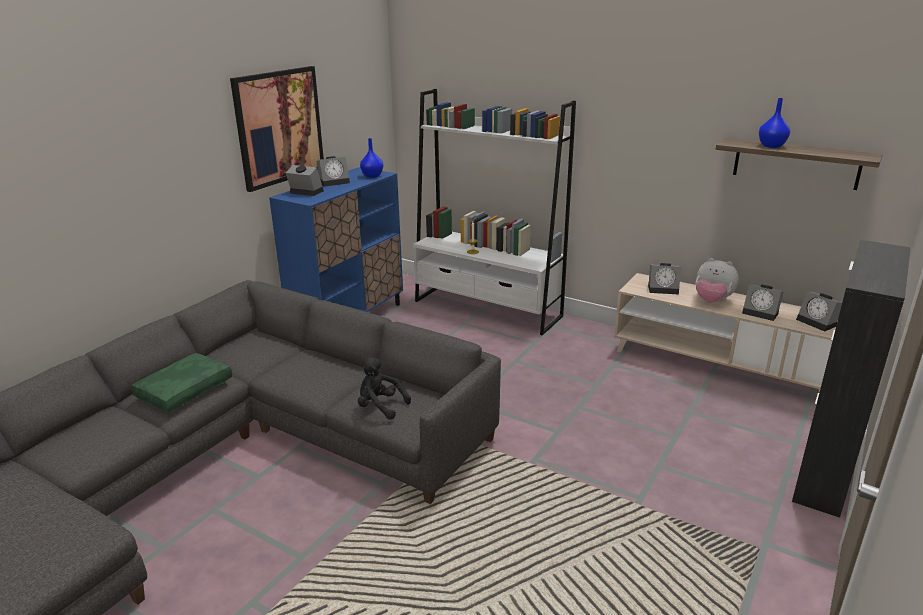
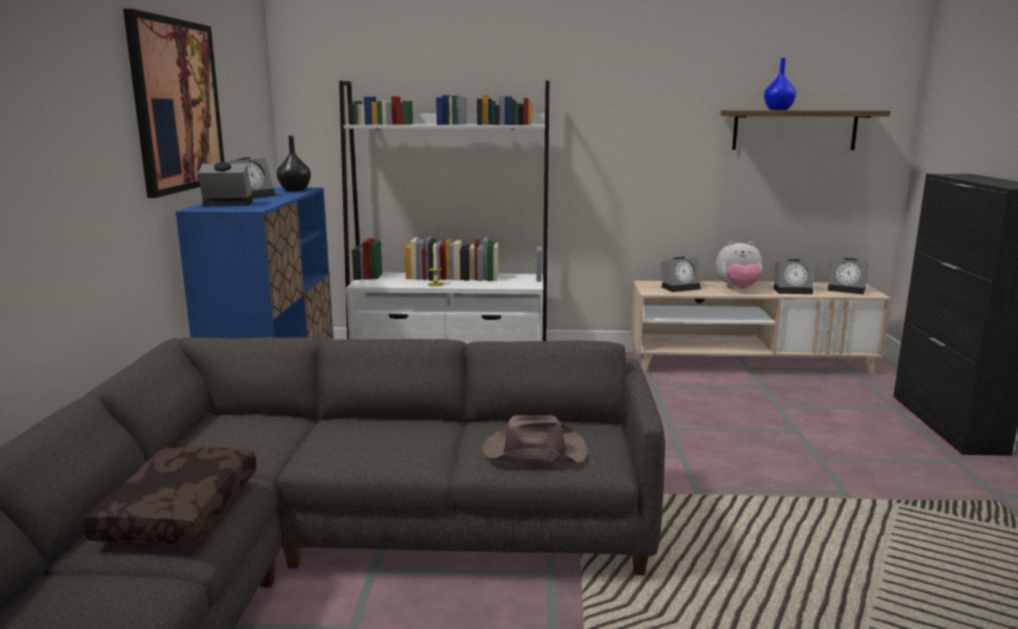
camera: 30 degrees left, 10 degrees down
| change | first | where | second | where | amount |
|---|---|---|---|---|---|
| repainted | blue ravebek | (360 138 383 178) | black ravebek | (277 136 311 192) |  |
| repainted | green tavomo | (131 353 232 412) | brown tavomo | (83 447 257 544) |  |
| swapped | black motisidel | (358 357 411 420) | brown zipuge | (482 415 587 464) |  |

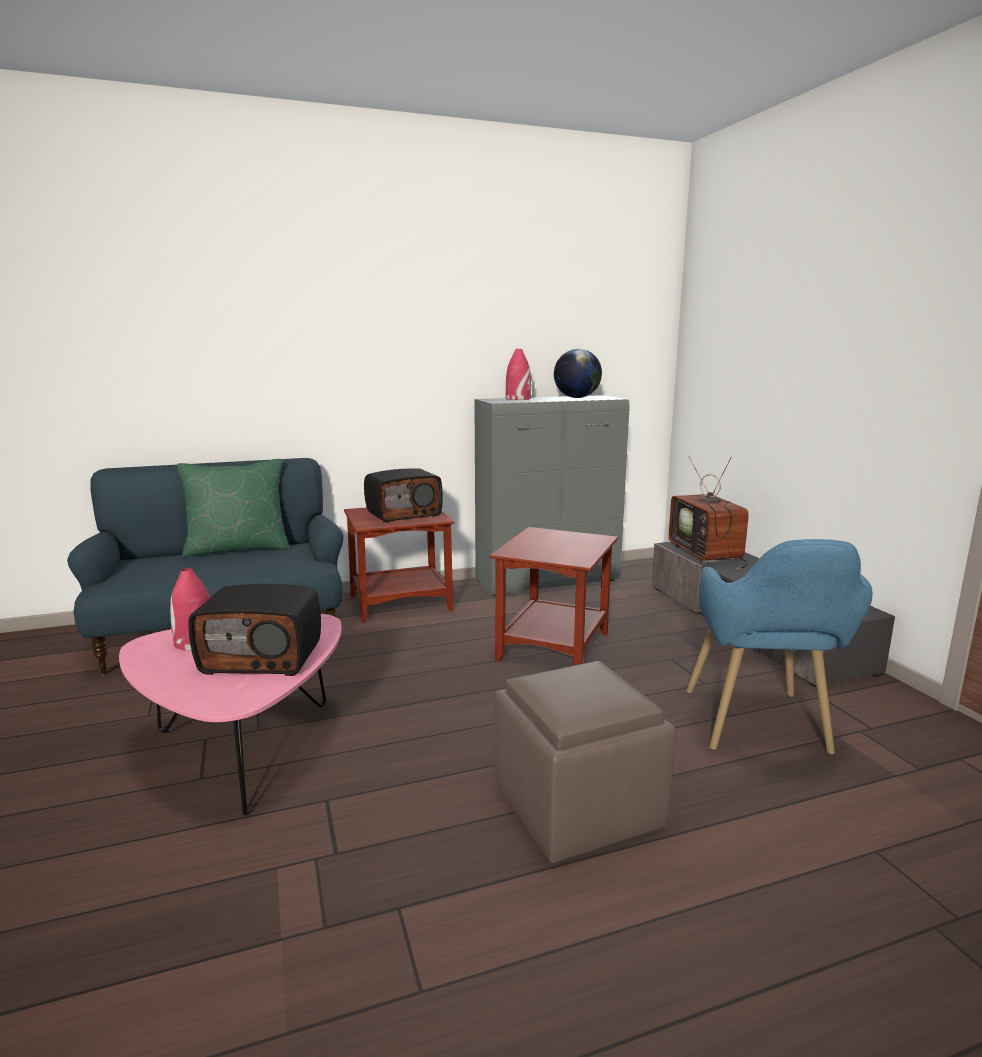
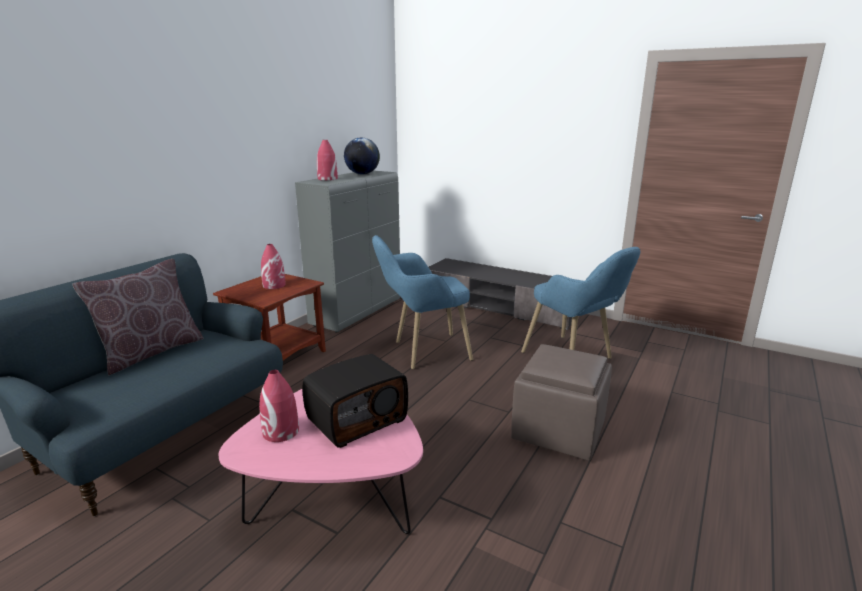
camera: 40 degrees left, 5 degrees up
| change | first | where | second | where | amount |
|---|---|---|---|---|---|
| gone | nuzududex | (669 456 749 570) |  |  |  |
| repainted | green tavomo | (177 459 290 557) | brown tavomo | (72 259 203 375) |  |
| swapped | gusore | (364 468 443 523) | red ravebek | (261 244 286 289) |  |
| swapped | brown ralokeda | (489 527 618 666) | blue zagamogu | (372 235 473 370) |  |

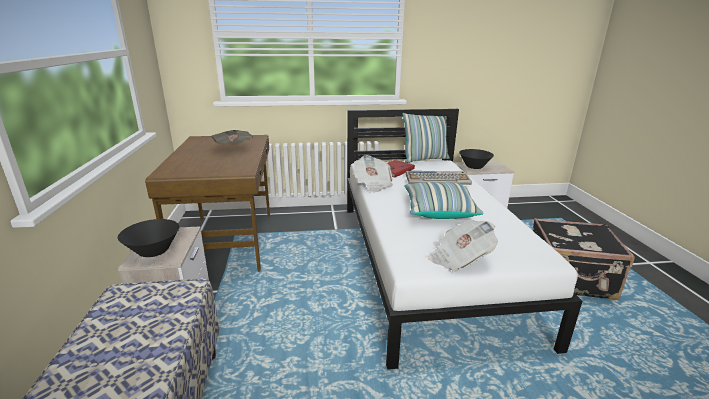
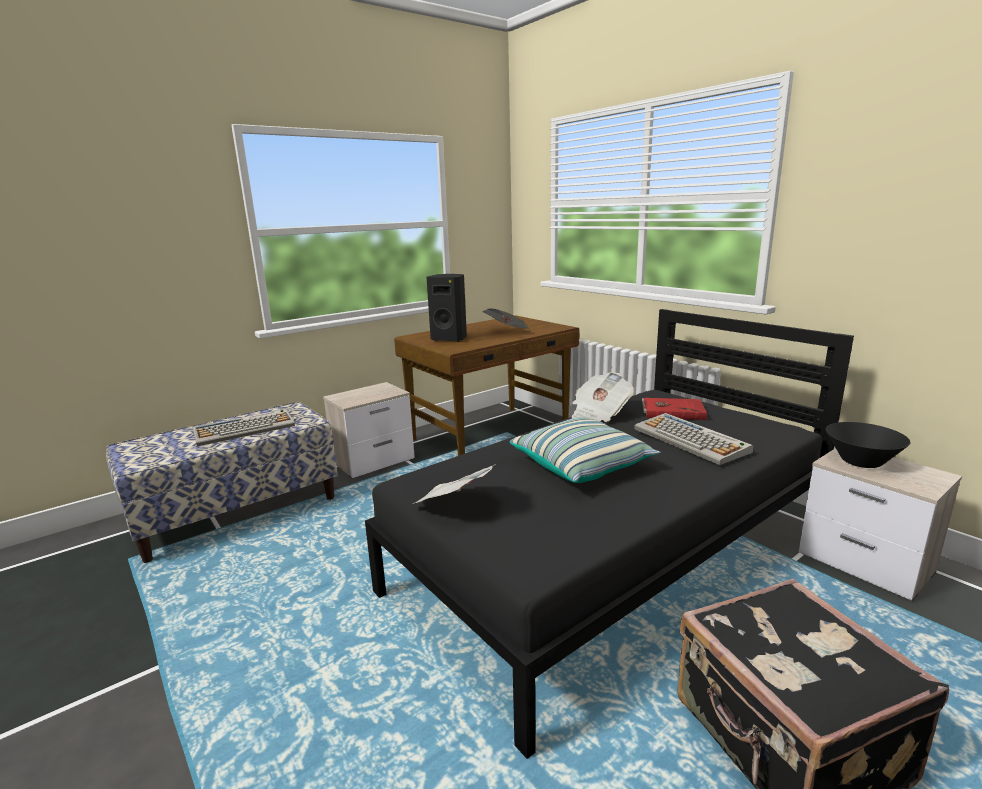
camera: 60 degrees right, 5 degrees down
| change | first | where | second | where | amount |
|---|---|---|---|---|---|
| repainted | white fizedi | (347 109 582 370) | black fizedi | (365 309 854 759) |  |
| gone | tavomo | (402 113 450 163) |  |  |  |
| gone | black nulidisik | (118 219 179 257) |  |  |  |
| new |  |  | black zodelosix | (427 274 467 342) |  |
| new |  |  | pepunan | (192 409 295 446) |  |

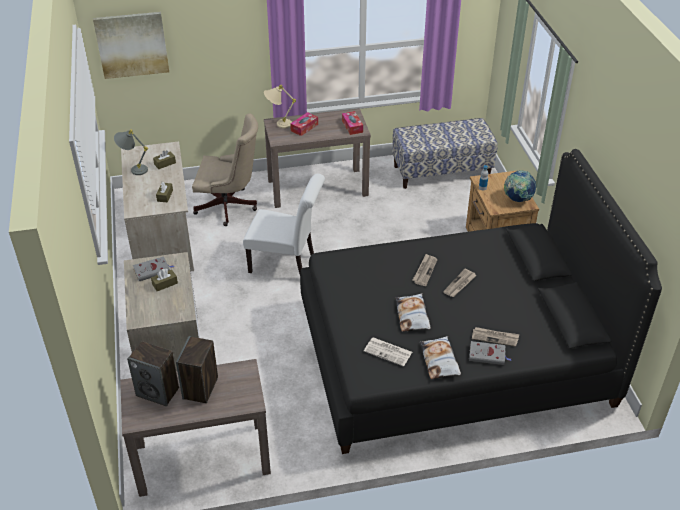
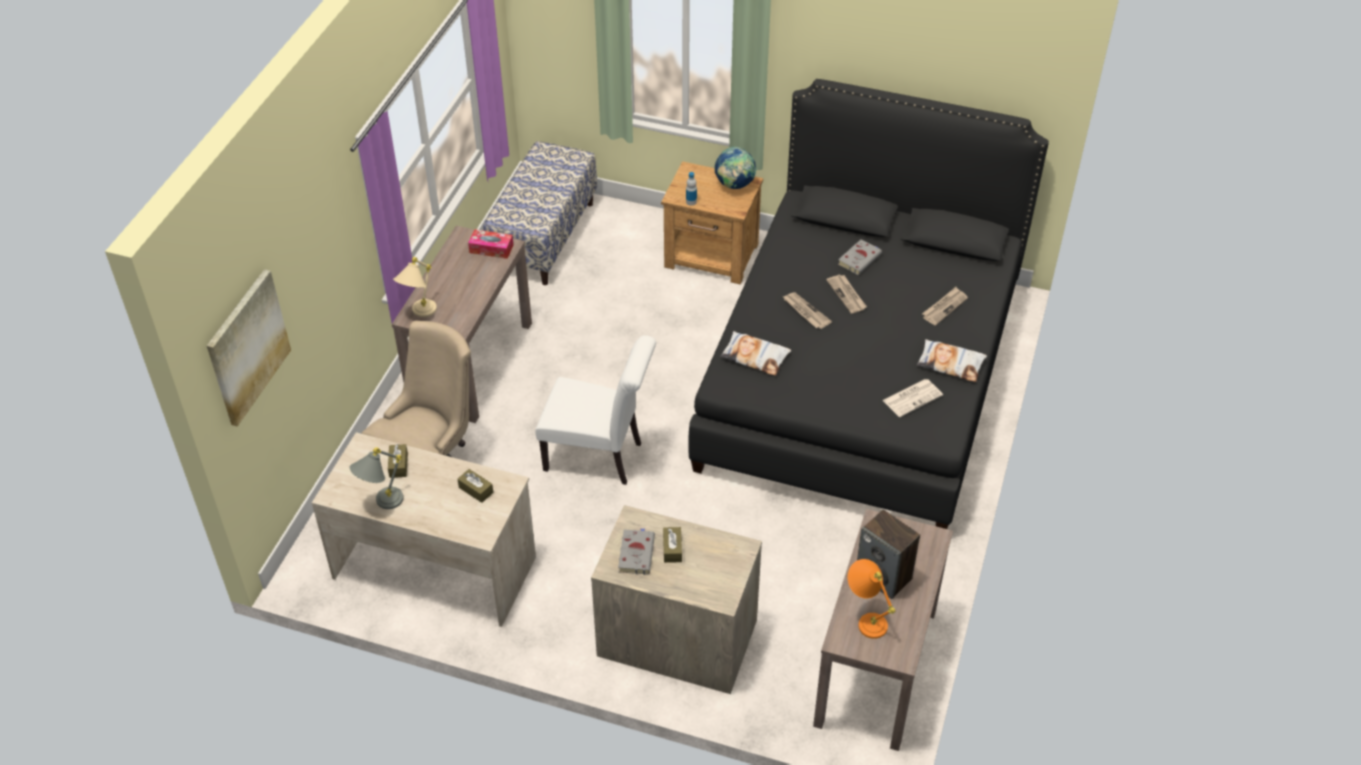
camera: 60 degrees left, 5 degrees up
| change | first | where | second | where | amount |
|---|---|---|---|---|---|
| gone | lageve | (290 112 318 136) |  |  |  |
| rotated | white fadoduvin | (243 174 325 274) |  | (535 335 656 485) | 60 degrees clockwise |
| shifted | tavomo | (395 293 430 332) |  | (720 331 791 376) |  |
| swapped | zodelosix | (127 341 179 406) | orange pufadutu | (847 559 896 639) |  |
| shifted | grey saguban | (469 341 511 365) |  | (838 239 882 275) |  |

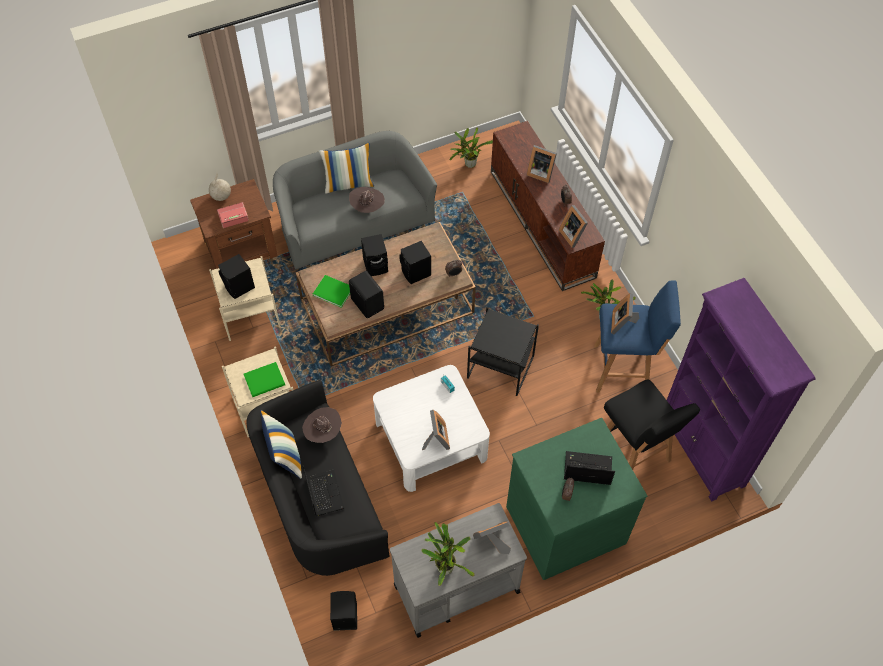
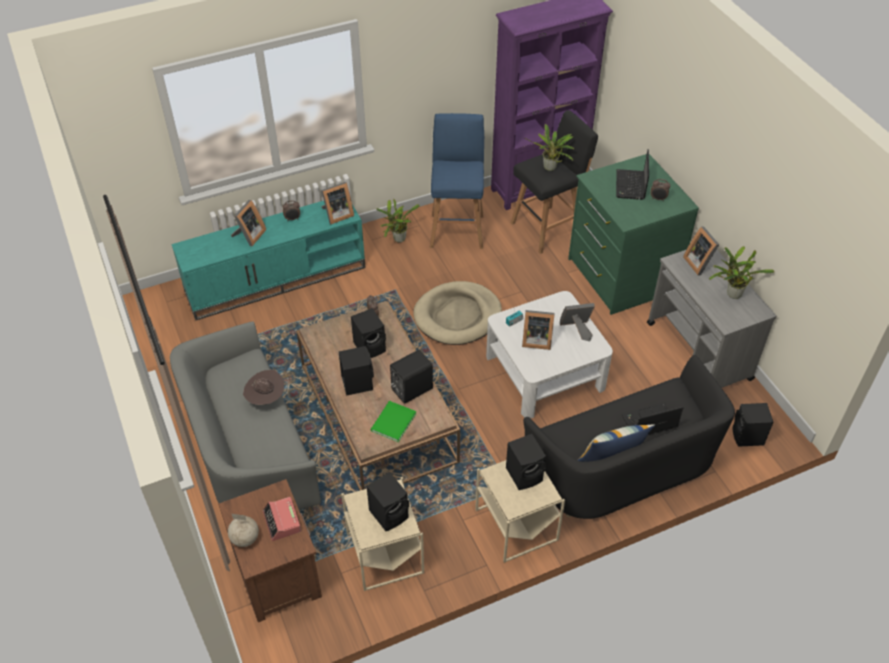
camera: 90 degrees left, 10 degrees down
| change | first | where | second | where | amount |
|---|---|---|---|---|---|
| repainted | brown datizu | (491 121 605 291) | turquoise datizu | (171 201 366 320) |  |
| shifted | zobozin | (450 127 493 168) |  | (525 124 574 171) |  |
| gone | tavomo | (319 143 374 194) |  |  |  |
| shifted | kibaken | (611 293 639 334) |  | (522 310 555 350) |  |
| swapped | black ralokeda | (467 307 539 396) | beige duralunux | (413 281 502 345) |  |
| swapped | green saguban | (244 362 285 397) | black zodelosix | (506 434 546 490) |  |
| gone | brown zipuge | (302 408 342 443) |  |  |  |

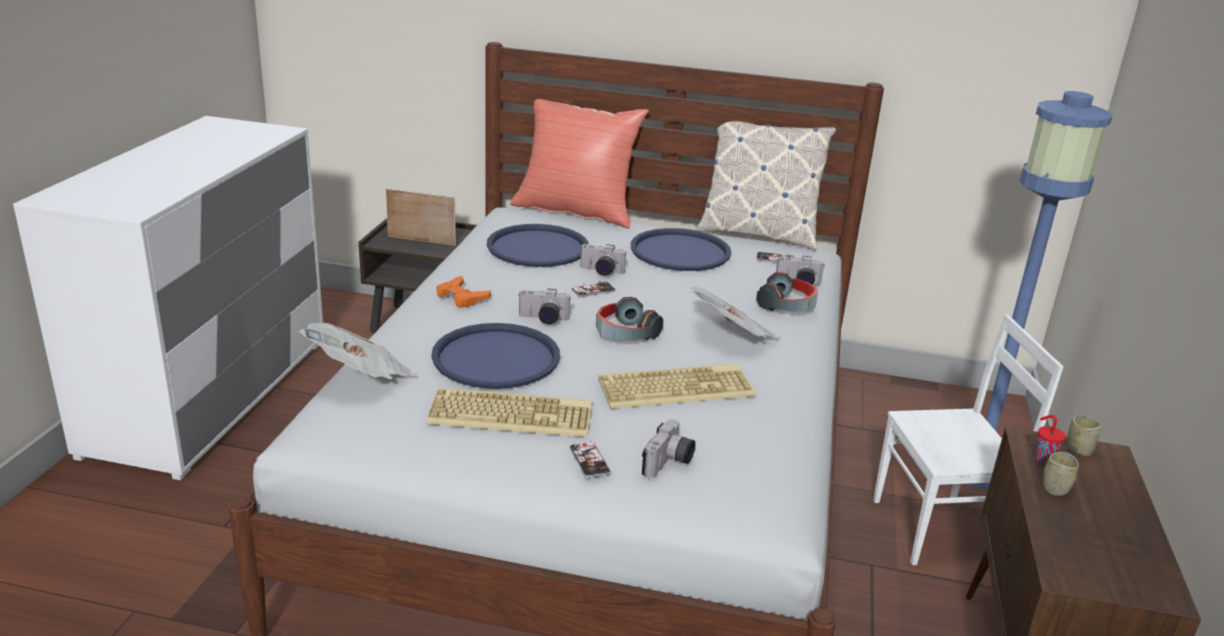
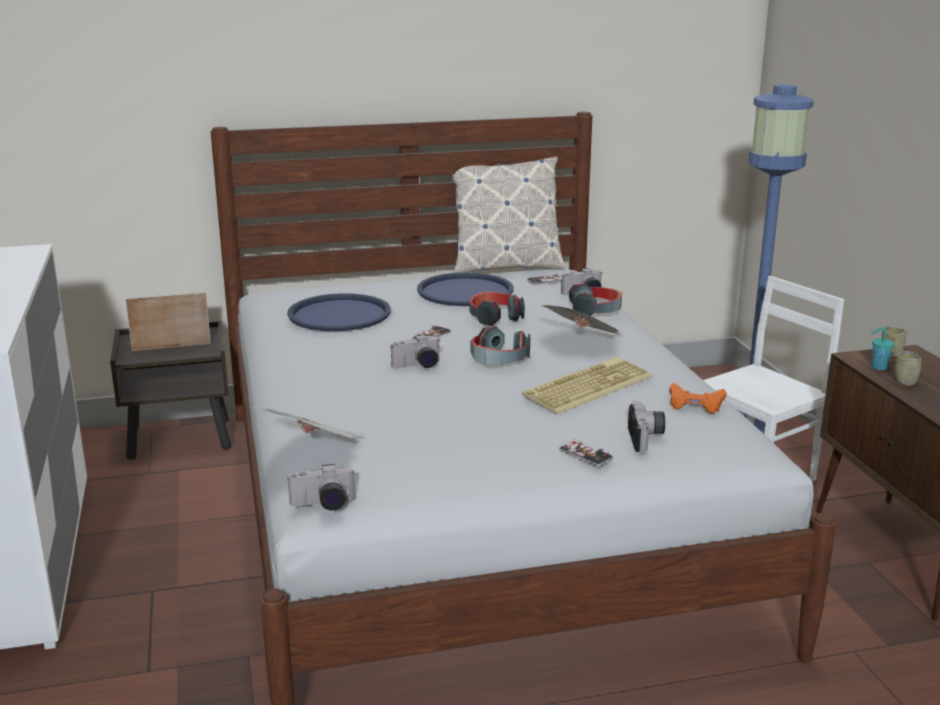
camera: 25 degrees left, 5 degrees down
| change | first | where | second | where | amount |
|---|---|---|---|---|---|
| gone | red tavomo | (510 99 649 229) |  |  |  |
| shifted | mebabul | (580 244 626 276) |  | (287 464 355 510) |  |
| shifted | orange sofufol | (436 276 491 308) |  | (670 383 727 414) |  |
| gone | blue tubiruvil | (432 323 560 389) |  |  |  |
| gone | pepunan | (426 388 592 437) |  |  |  |
| repainted | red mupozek | (1034 415 1066 466) | turquoise mupozek | (871 327 894 370) |  |
| new |  |  | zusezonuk | (470 292 525 326) |  |

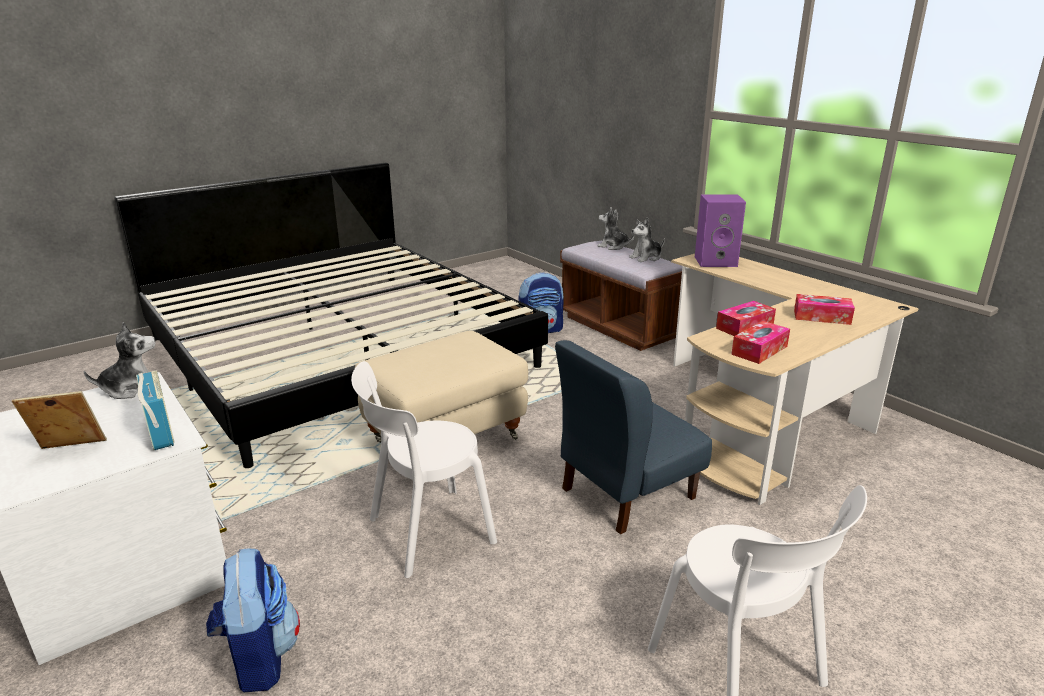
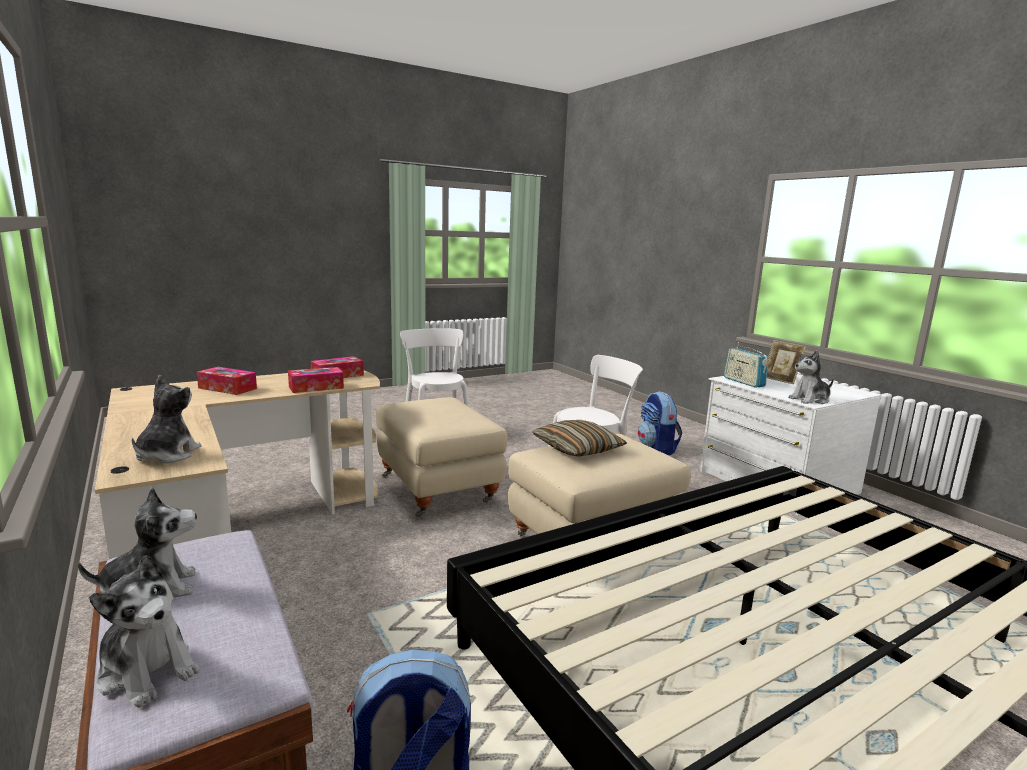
camera: 175 degrees left, 10 degrees down
| change | first | where | second | where | amount |
|---|---|---|---|---|---|
| swapped | purple zodelosix | (695 194 746 267) | motisidel | (132 375 201 463) |  |
| swapped | blue fadoduvin | (555 340 712 535) | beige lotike | (376 397 507 518) |  |
| rotated | kibaken | (12 391 107 449) |  | (767 340 806 384) | 60 degrees clockwise |
| new |  |  | tavomo | (532 420 627 457) |  |

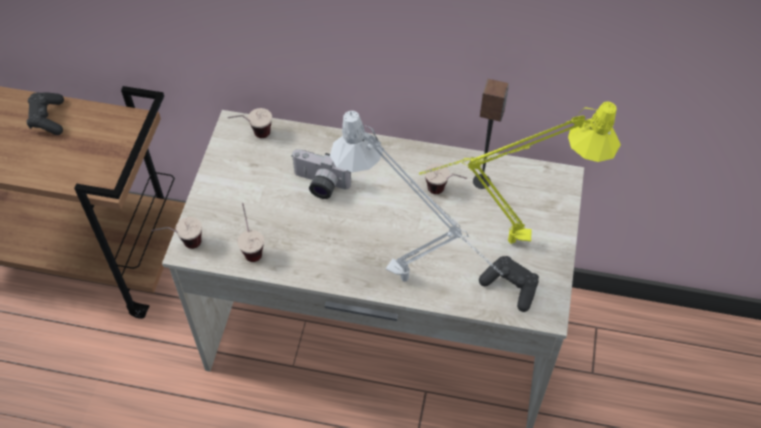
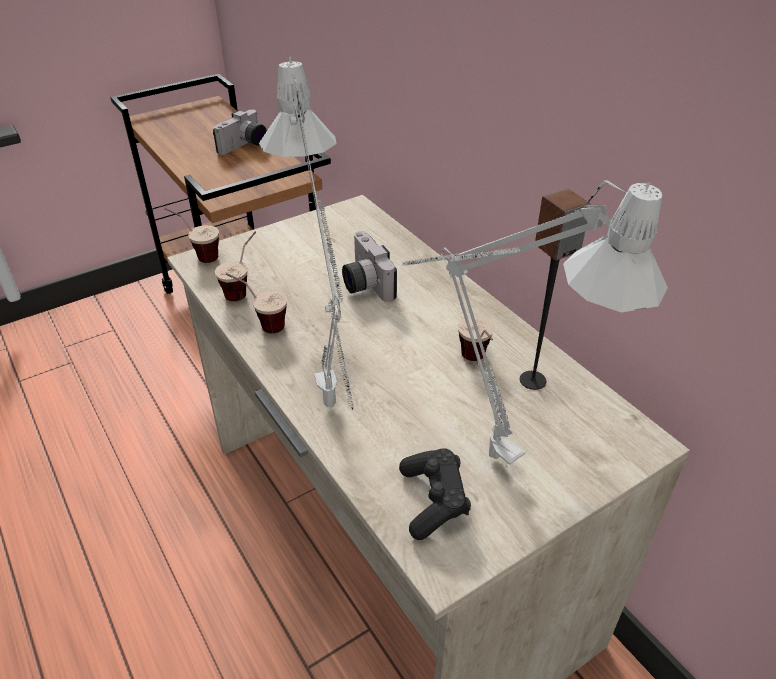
camera: 45 degrees right, 15 degrees down
| change | first | where | second | where | amount |
|---|---|---|---|---|---|
| swapped | black sofufol | (27 92 64 135) | mebabul | (213 110 267 155) |  |
| repainted | yellow pufadutu | (419 101 621 244) | grey pufadutu | (402 180 668 468) |  |
| shifted | mupozek | (228 108 272 138) |  | (226 273 287 333) |  |

